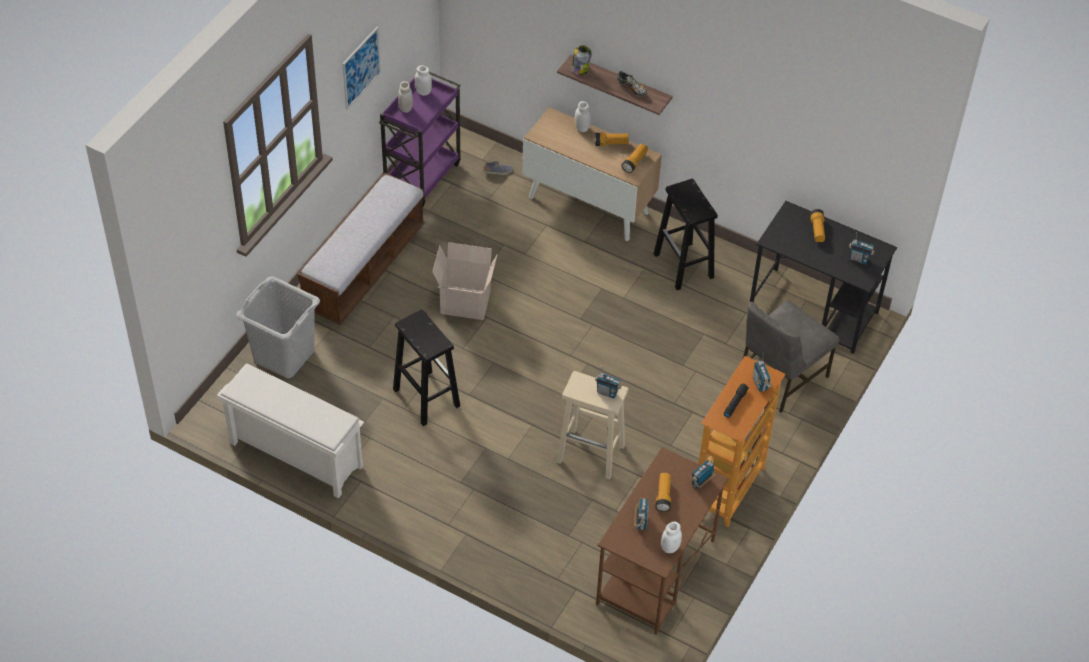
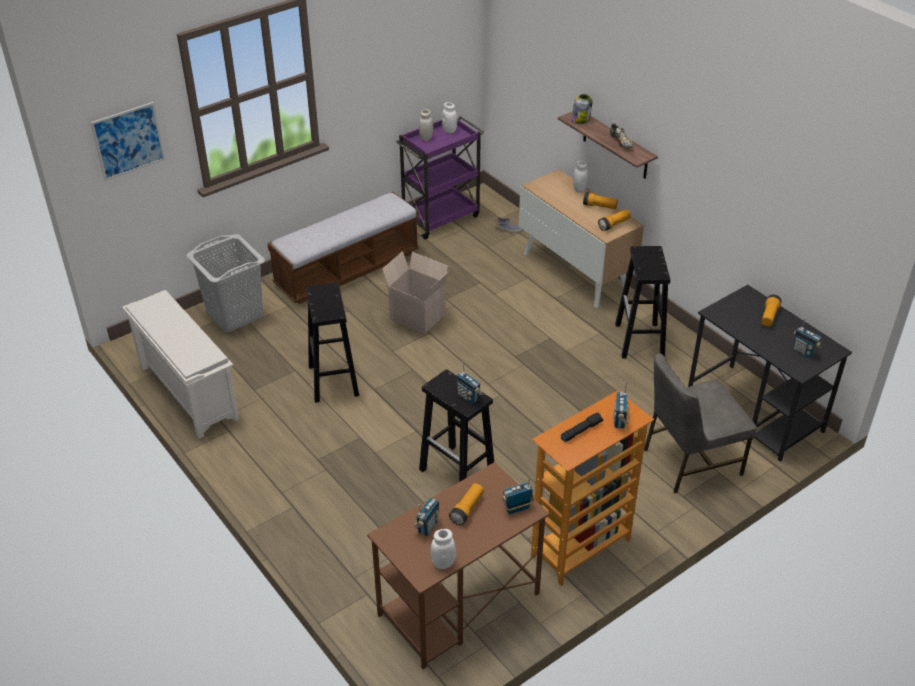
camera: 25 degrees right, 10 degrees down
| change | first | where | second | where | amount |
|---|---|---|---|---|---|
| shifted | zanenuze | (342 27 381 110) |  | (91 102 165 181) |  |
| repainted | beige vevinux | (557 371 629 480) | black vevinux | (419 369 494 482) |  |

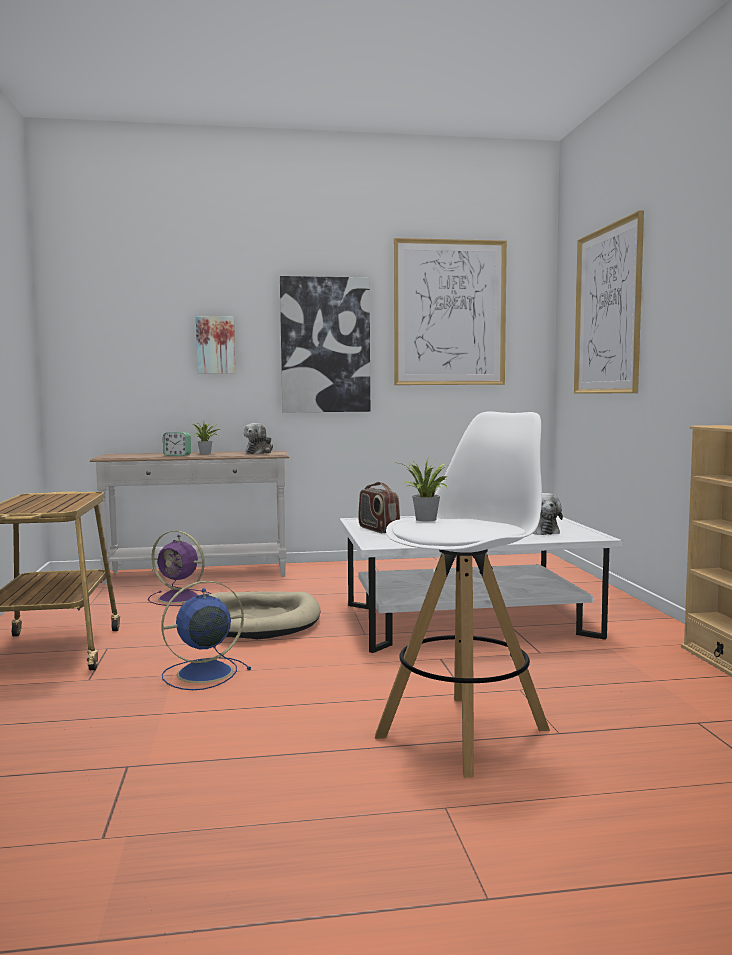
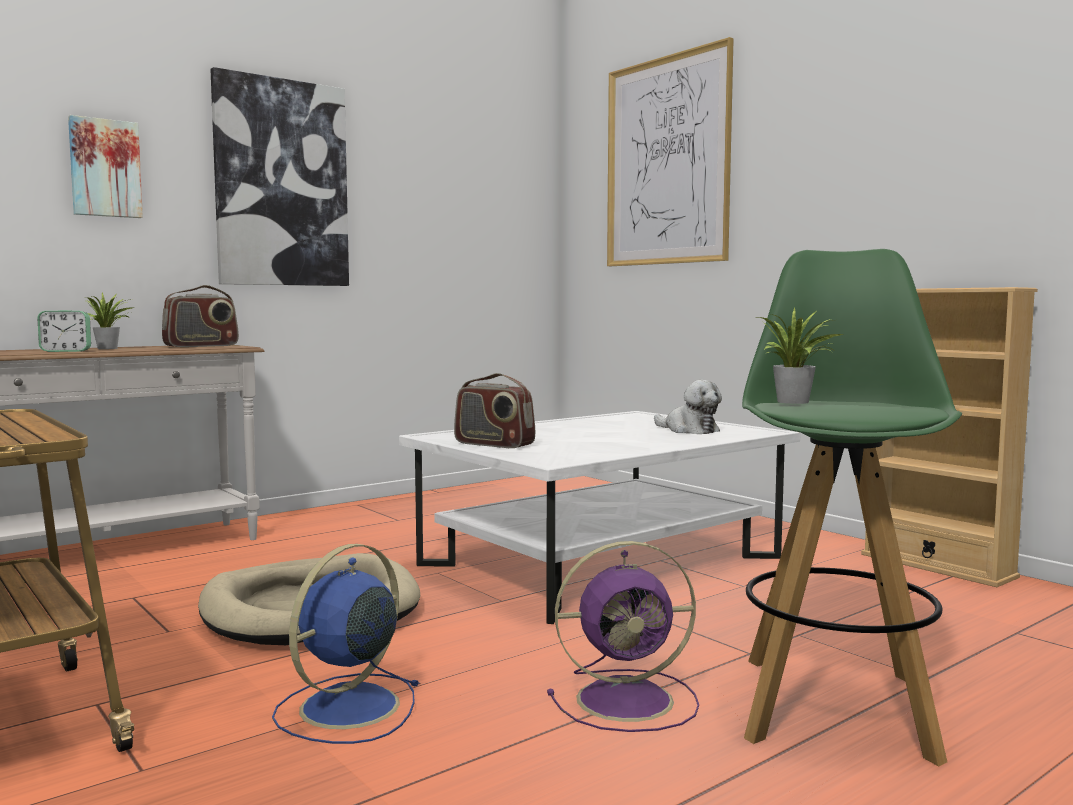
camera: 30 degrees left, 0 degrees up
| change | first | where | second | where | amount |
|---|---|---|---|---|---|
| gone | zanenuze | (394 238 507 385) |  |  |  |
| repainted | white vevinux | (375 411 550 778) | green vevinux | (742 249 962 766) |  |
| swapped | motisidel | (244 423 273 454) | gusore | (162 285 239 347) |  |
| shifted | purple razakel | (148 530 211 606) |  | (547 541 699 732) |  |

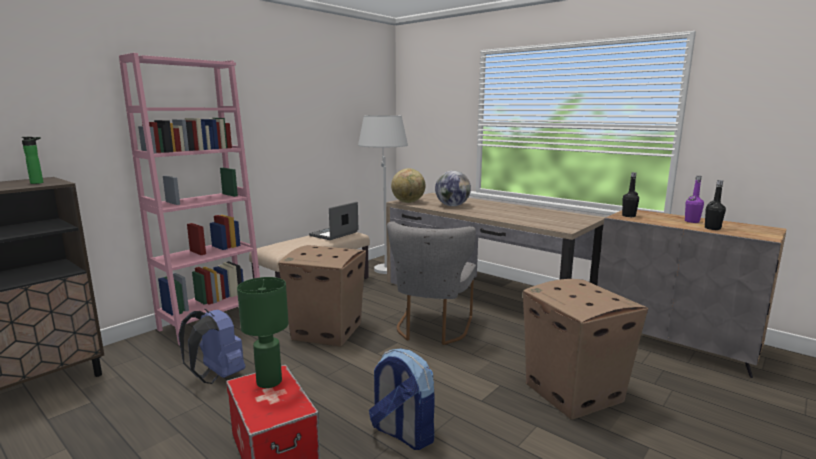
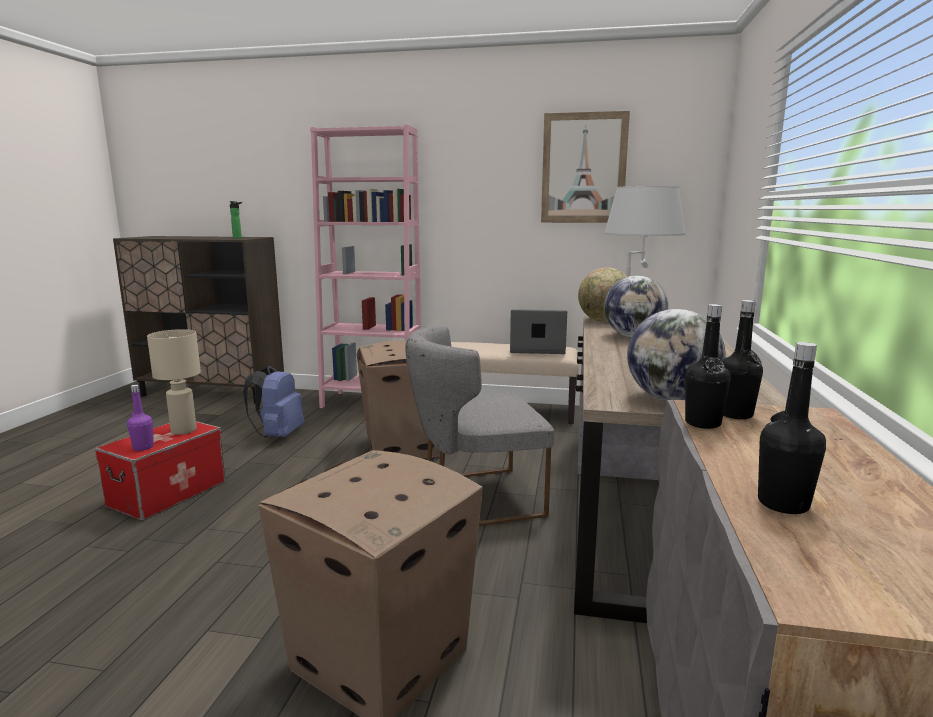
camera: 60 degrees right, 0 degrees up
| change | first | where | second | where | amount |
|---|---|---|---|---|---|
| shifted | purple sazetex | (685 176 704 223) |  | (127 385 154 451) |  |
| repainted | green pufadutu | (237 277 289 388) | beige pufadutu | (147 329 201 435) |  |
| gone | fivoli | (369 348 435 450) |  |  |  |
| new |  |  | zanenuze | (541 111 630 223) |  |
| new |  |  | black sazetex | (685 304 731 429) |  |
| new |  |  | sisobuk | (627 309 726 401) |  |

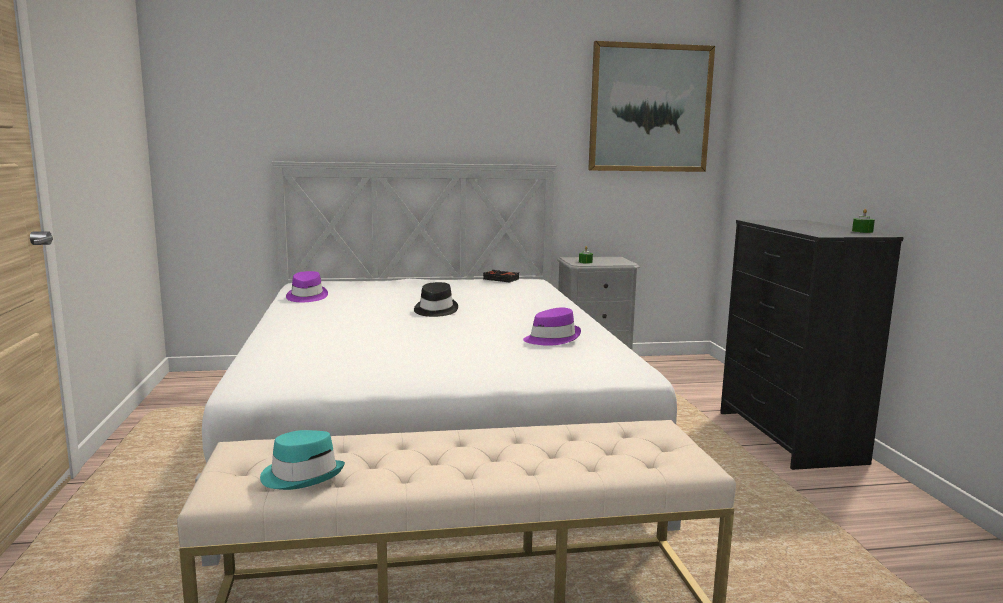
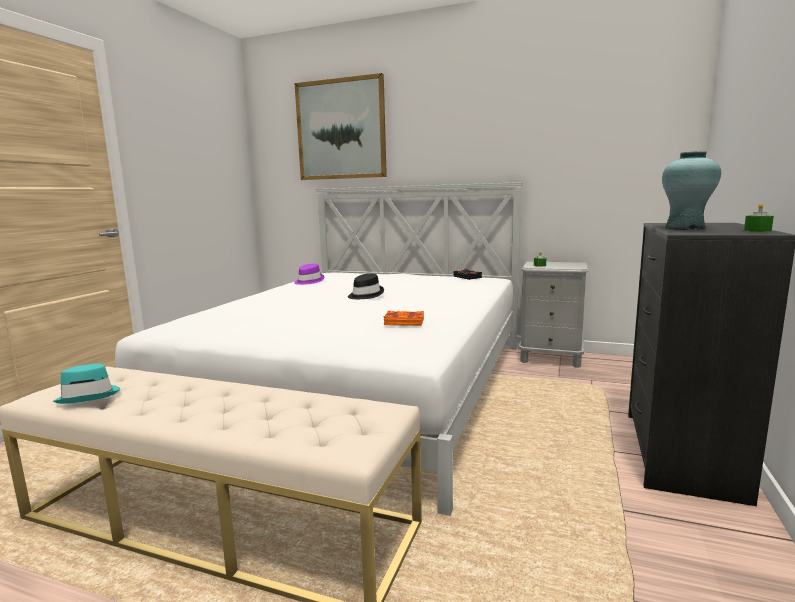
camera: 30 degrees right, 0 degrees up
| change | first | where | second | where | amount |
|---|---|---|---|---|---|
| shifted | zanenuze | (588 41 715 172) |  | (295 73 387 180) |  |
| swapped | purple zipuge | (523 308 581 346) | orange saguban | (384 311 424 326) |  |
| new |  |  | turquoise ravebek | (662 151 721 230) |  |

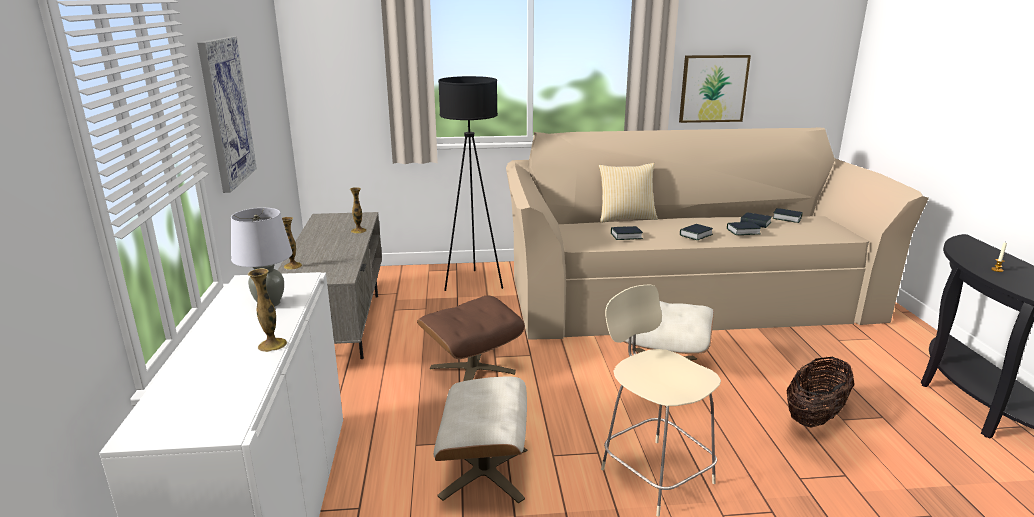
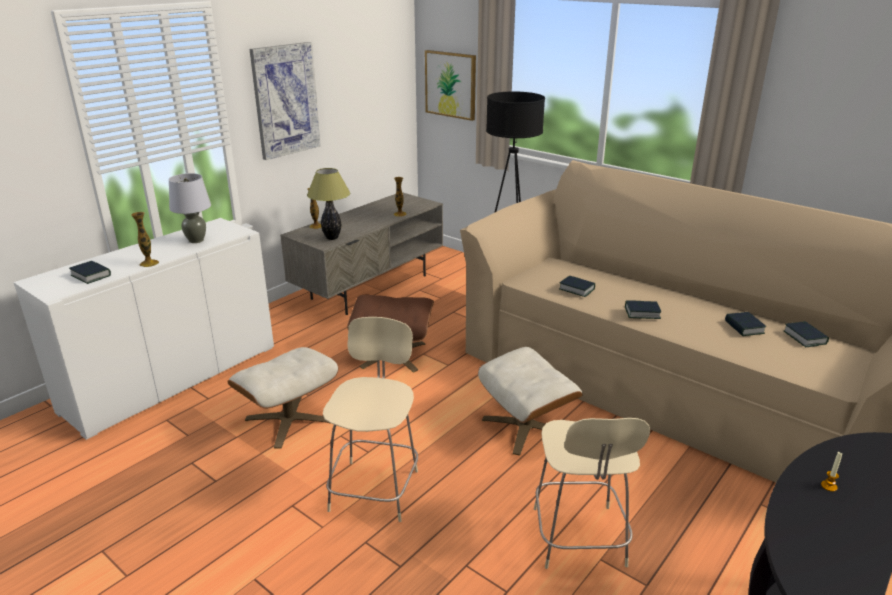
camera: 45 degrees right, 5 degrees up
| change | first | where | second | where | amount |
|---|---|---|---|---|---|
| shifted | zanenuze | (679 55 751 123) |  | (425 50 476 121) |  |
| gone | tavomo | (599 163 658 223) |  |  |  |
| shifted | saguban | (727 222 761 235) |  | (69 261 111 284) |  |
| swapped | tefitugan | (787 357 854 427) | beige vevinux | (534 418 650 569) |  |
| new |  |  | pufadutu | (307 168 350 240) |  |

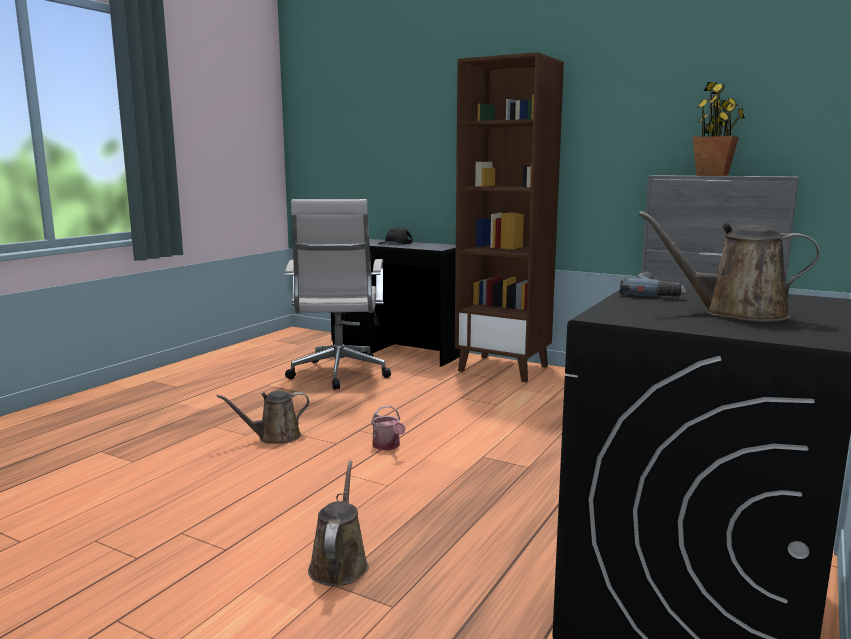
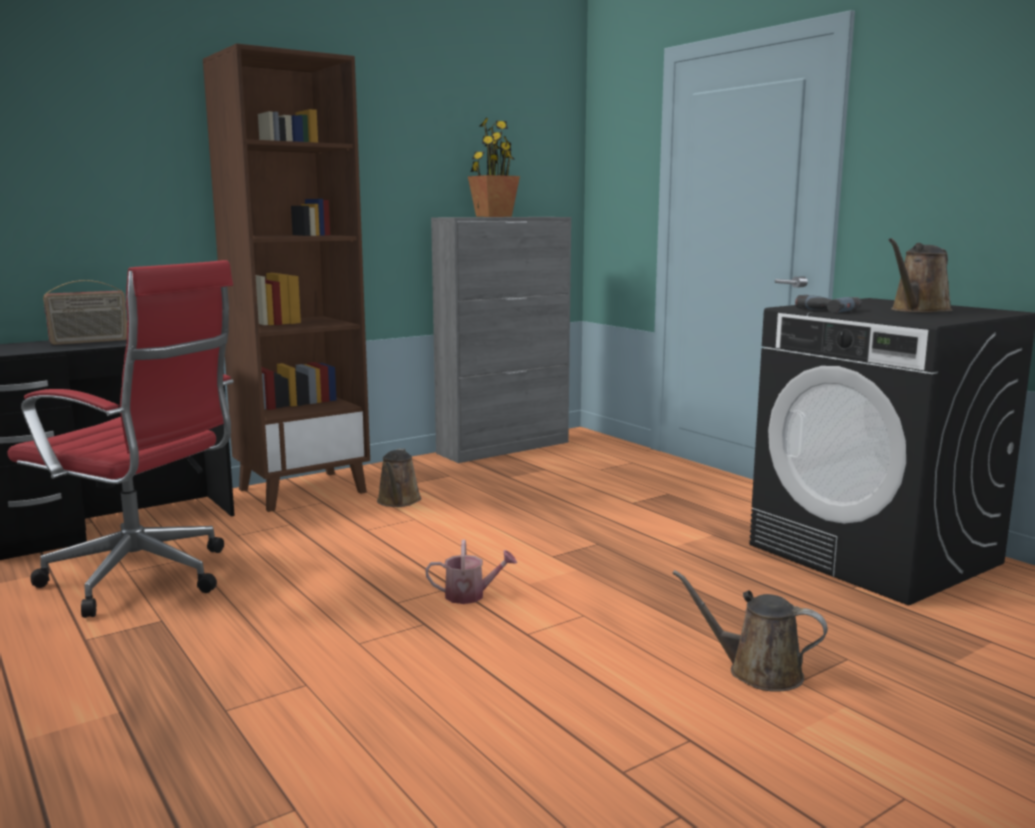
camera: 65 degrees left, 0 degrees up
| change | first | where | second | where | amount |
|---|---|---|---|---|---|
| repainted | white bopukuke | (285 199 391 390) | red bopukuke | (7 260 234 618) |  |
| swapped | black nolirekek | (378 227 413 245) | gusore | (43 280 127 345) |  |
| shifted | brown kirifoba | (217 391 309 444) |  | (377 449 422 507) |  |

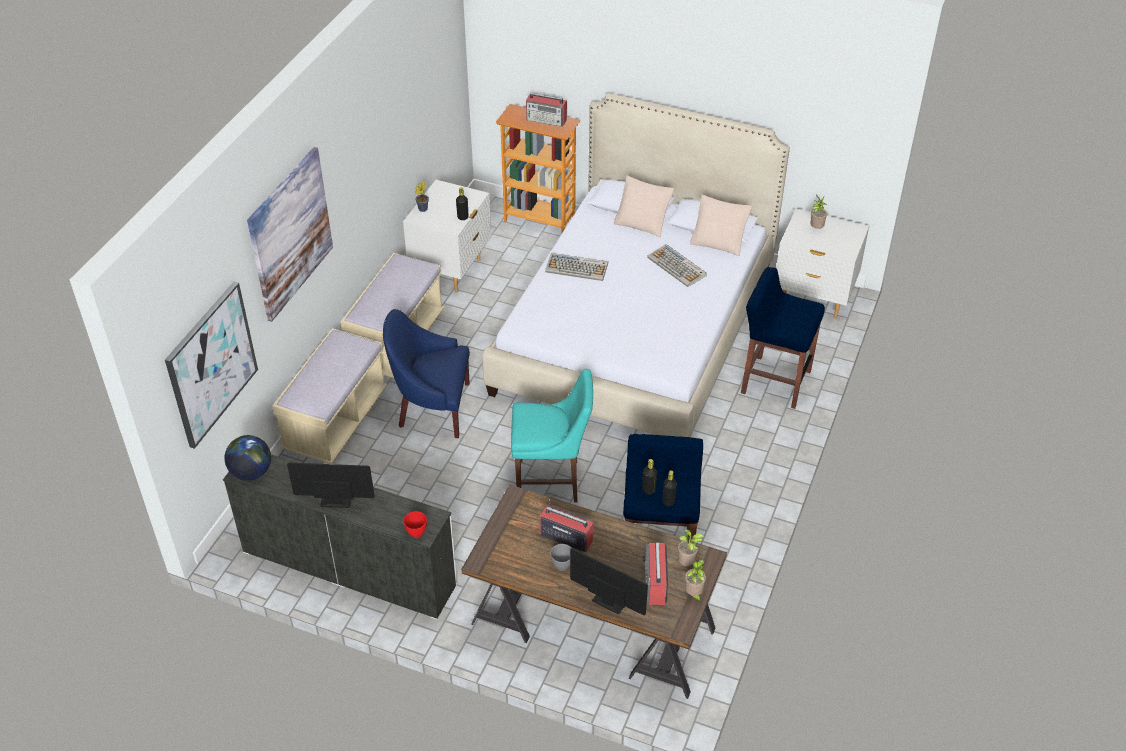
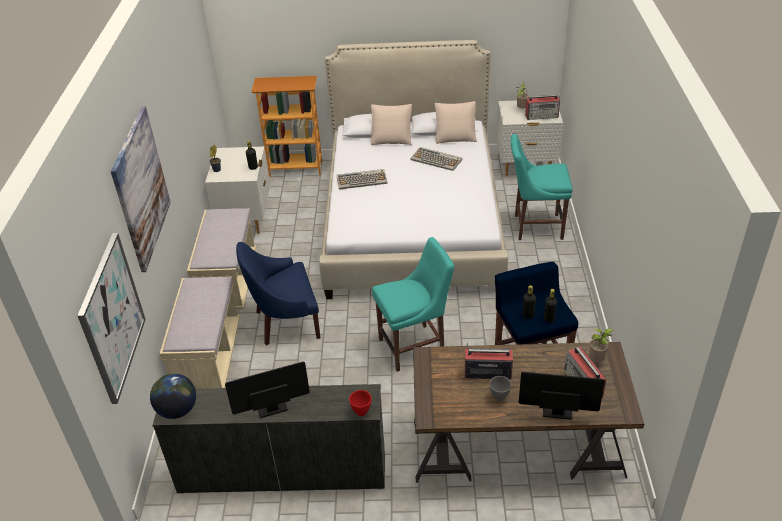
camera: 20 degrees left, 5 degrees down
| change | first | where | second | where | amount |
|---|---|---|---|---|---|
| shifted | gusore | (526 93 567 127) |  | (525 95 560 120) |  |
| swapped | blue vevinux | (741 267 825 409) | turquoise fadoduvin | (511 134 573 240) |  |
| gone | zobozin | (685 560 707 603) |  |  |  |

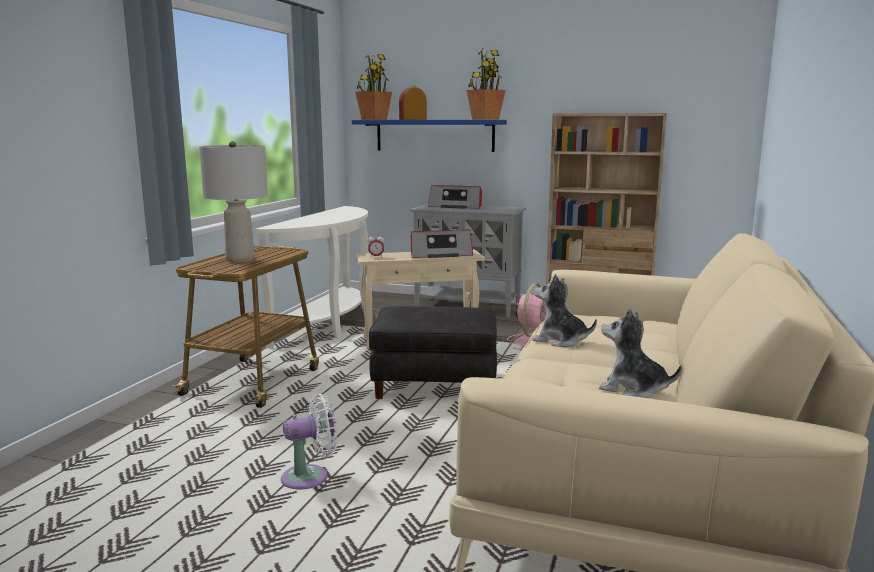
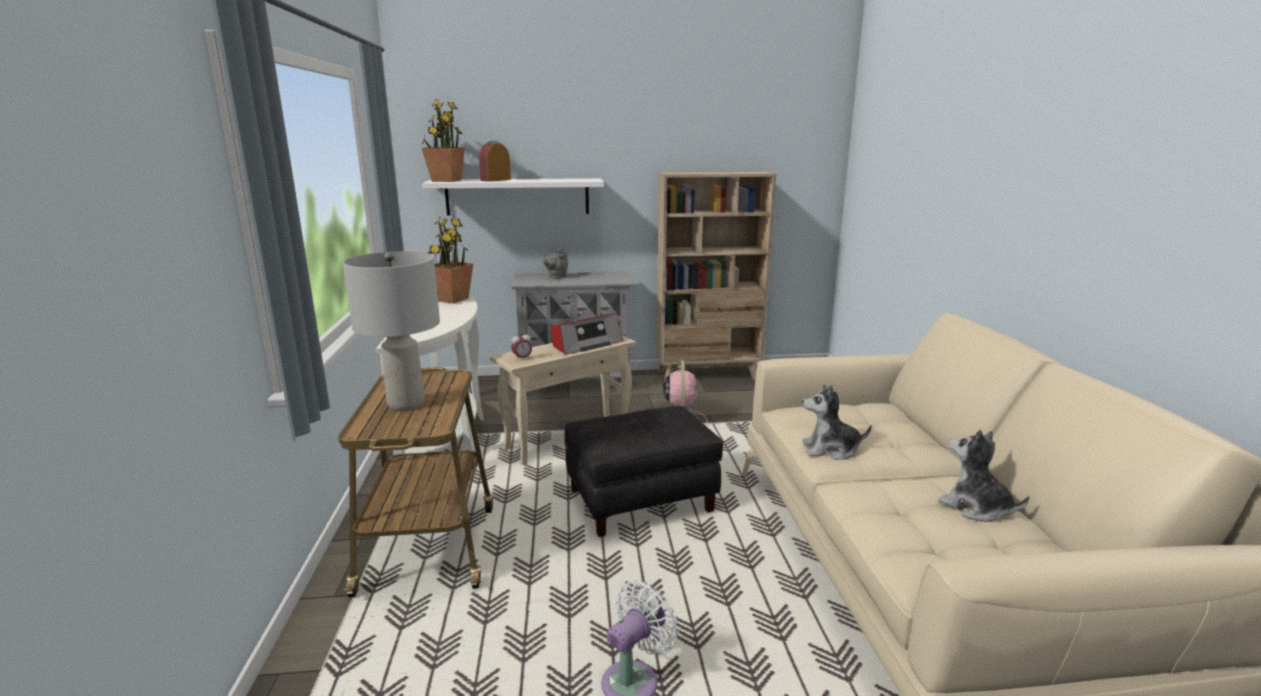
camera: 25 degrees left, 5 degrees up
| change | first | where | second | where | amount |
|---|---|---|---|---|---|
| shifted | zobozin | (467 49 506 120) |  | (427 216 473 303) |  |
| repainted | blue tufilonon | (352 120 507 152) | white tufilonon | (422 178 604 216) |  |
| swapped | gusore | (428 185 482 209) | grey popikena | (543 248 568 279) |  |
| rotated | motisidel | (599 309 682 398) |  | (938 429 1030 522) | 45 degrees clockwise |

